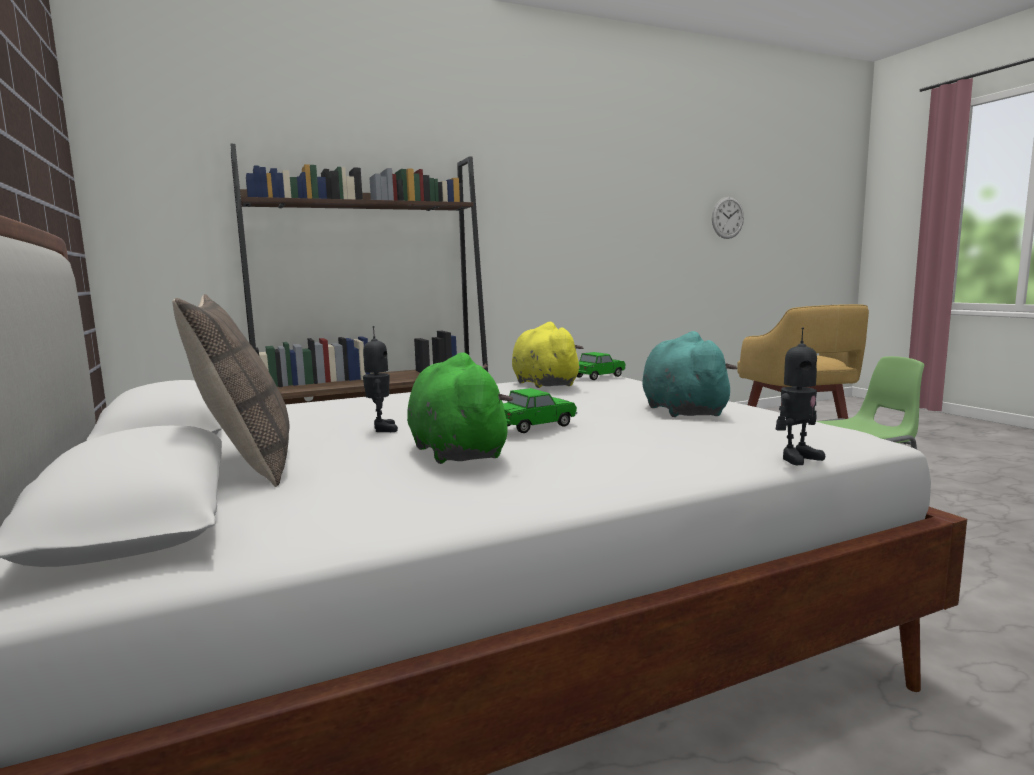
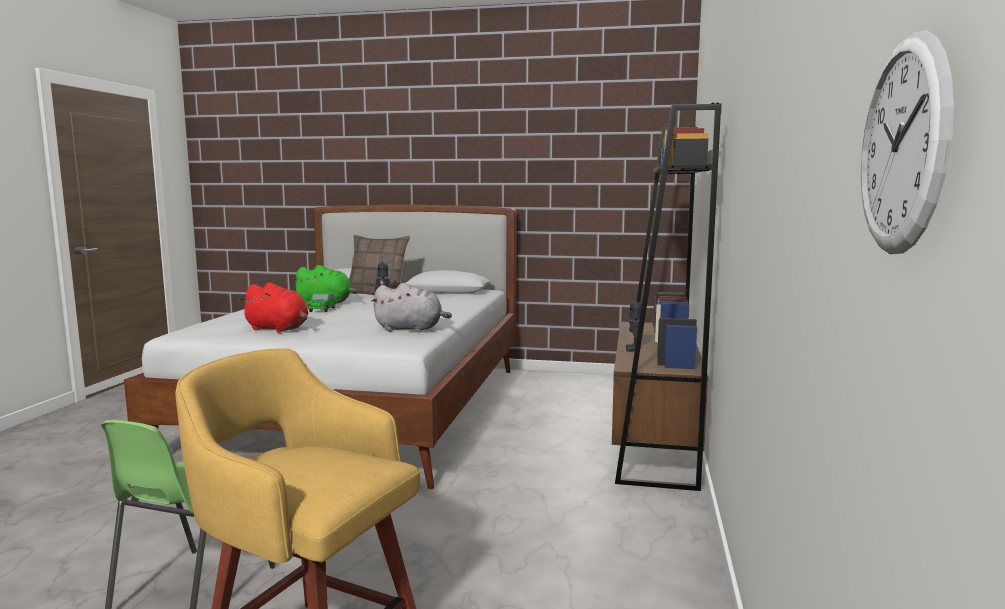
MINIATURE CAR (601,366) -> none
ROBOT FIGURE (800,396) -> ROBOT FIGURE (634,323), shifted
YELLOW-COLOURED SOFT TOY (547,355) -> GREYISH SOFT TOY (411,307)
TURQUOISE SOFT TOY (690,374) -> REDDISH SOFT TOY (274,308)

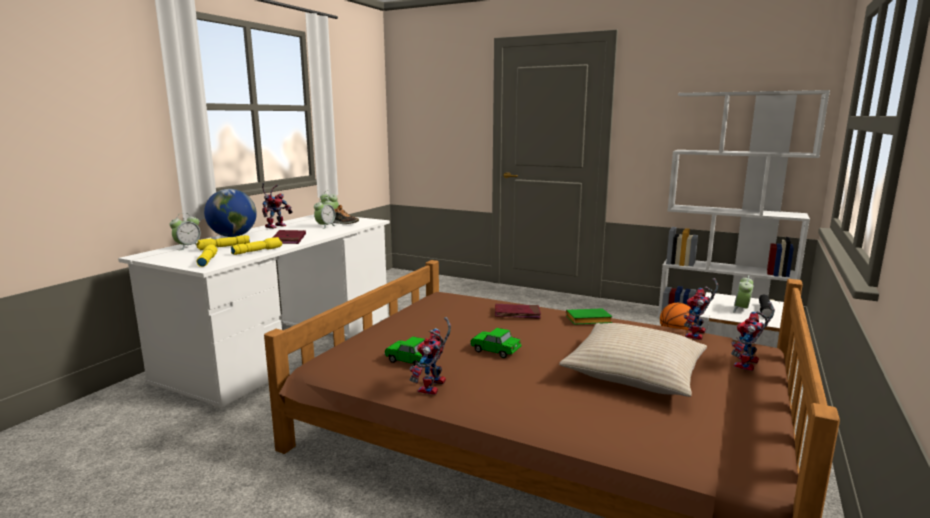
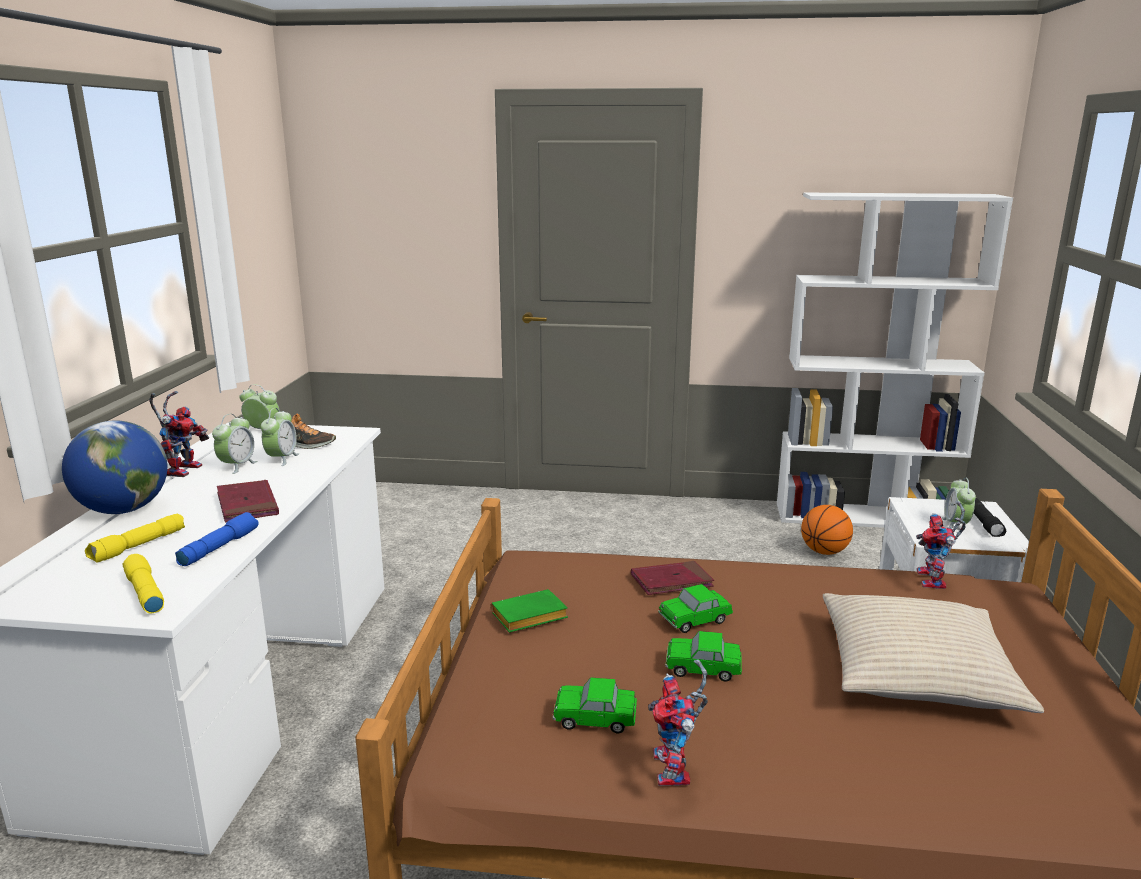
ROBOT FIGURE (753,336) -> none
none -> MINIATURE CAR (695,608)
ALARM CLOCK (185,232) -> ALARM CLOCK (235,444), shifted
GREEN-COLOURED VOLUME (589,316) -> GREEN-COLOURED VOLUME (529,610), shifted
YELLOW-COLOURED FLASHLIGHT (256,246) -> BLUISH FLASHLIGHT (217,539)

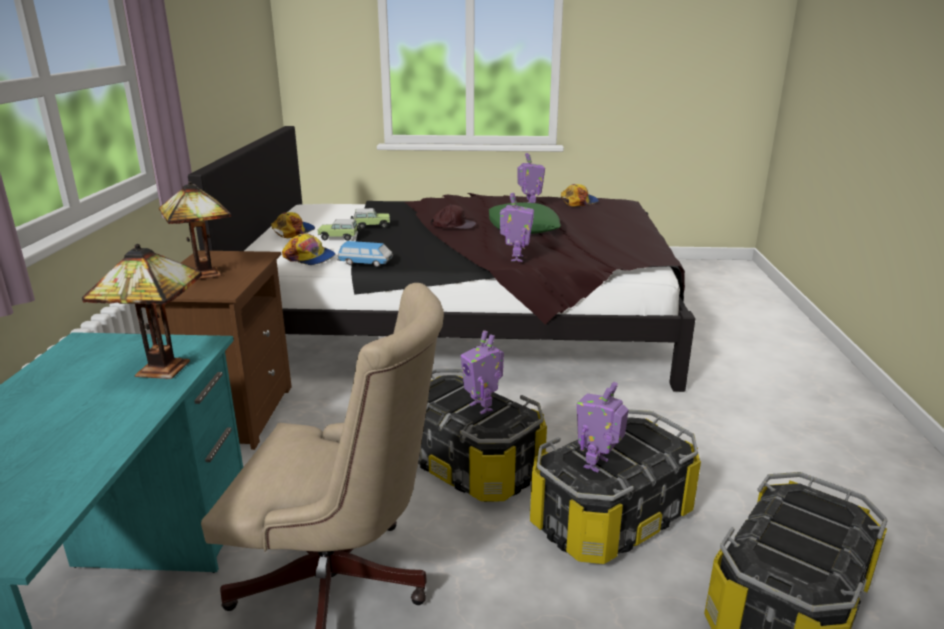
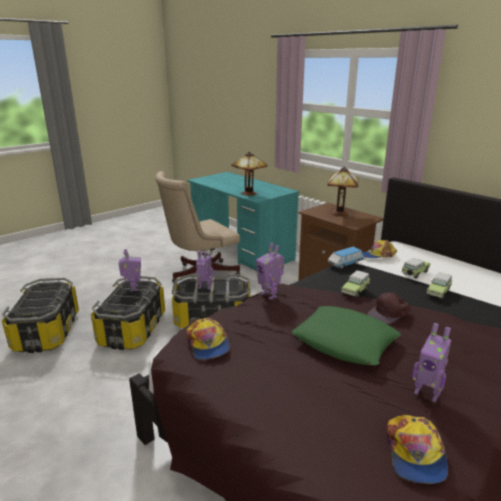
none -> MINIATURE CAR (355,284)
BASEBALL CAP (293,225) -> BASEBALL CAP (208,339), shifted

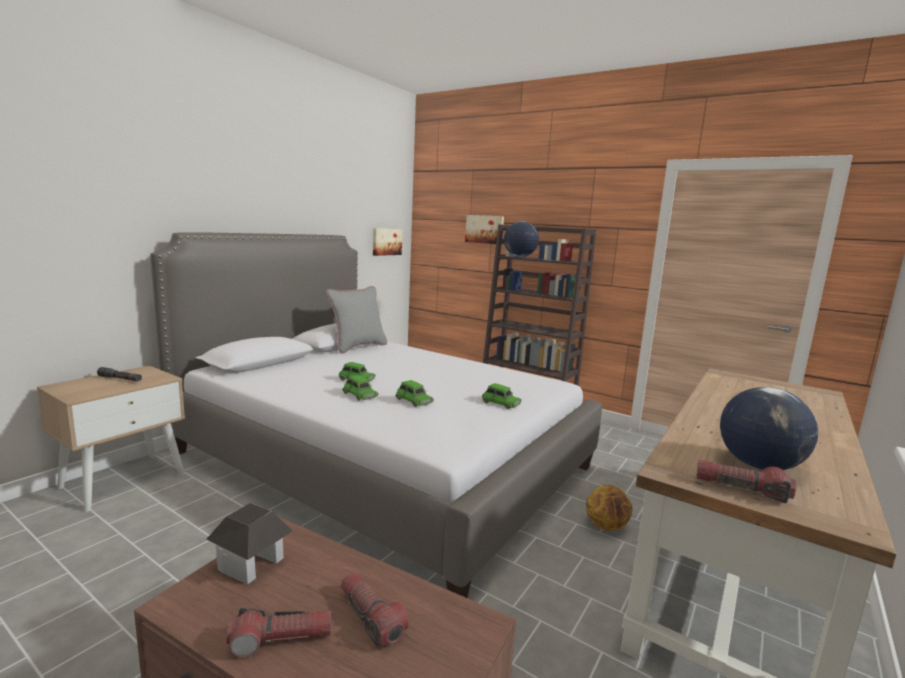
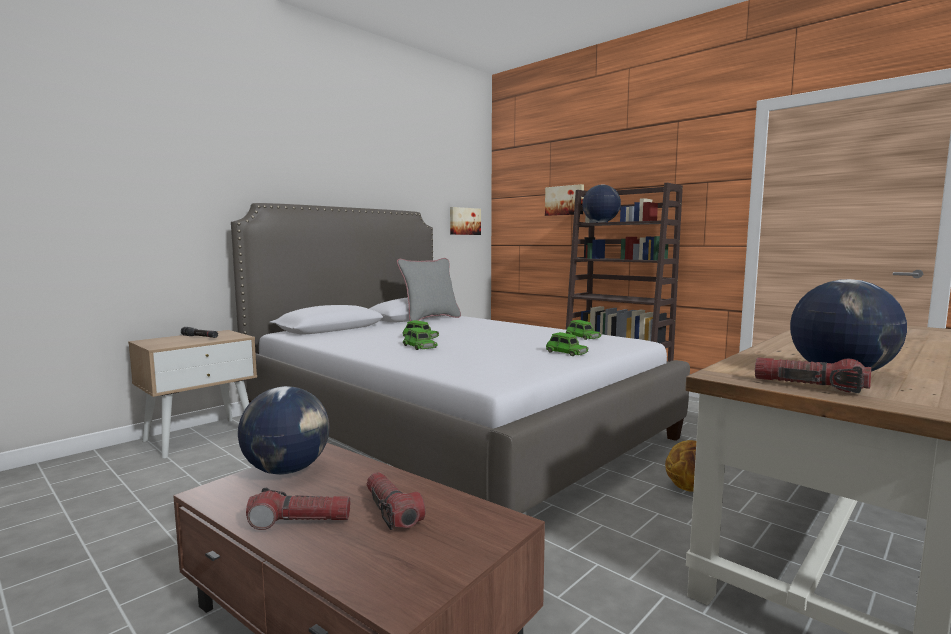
GREEN-COLOURED MINIATURE CAR (415,393) -> GREEN-COLOURED MINIATURE CAR (583,330), shifted
MINIATURE HOUSE (249,543) -> GLOBE (283,430)

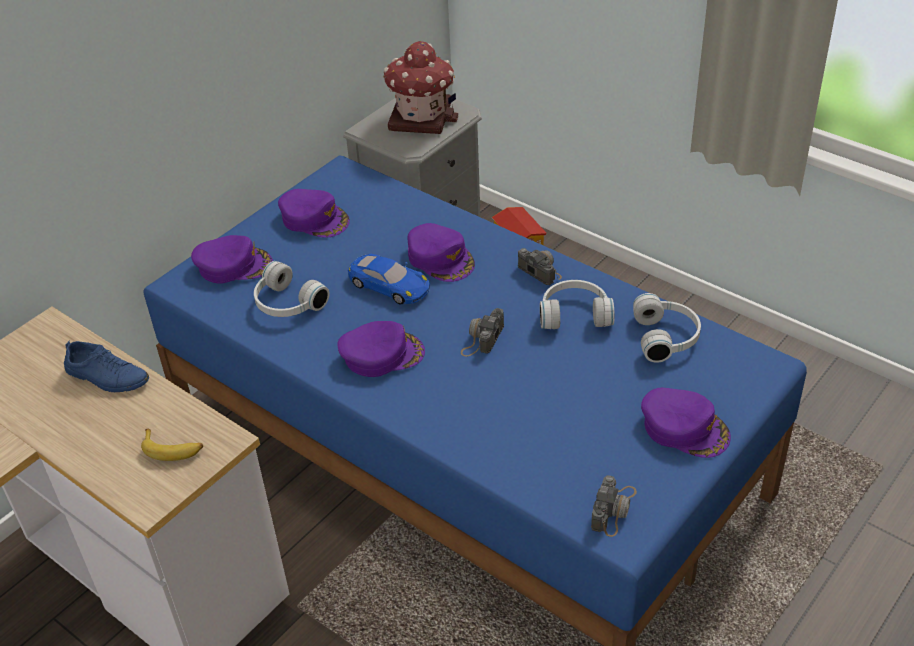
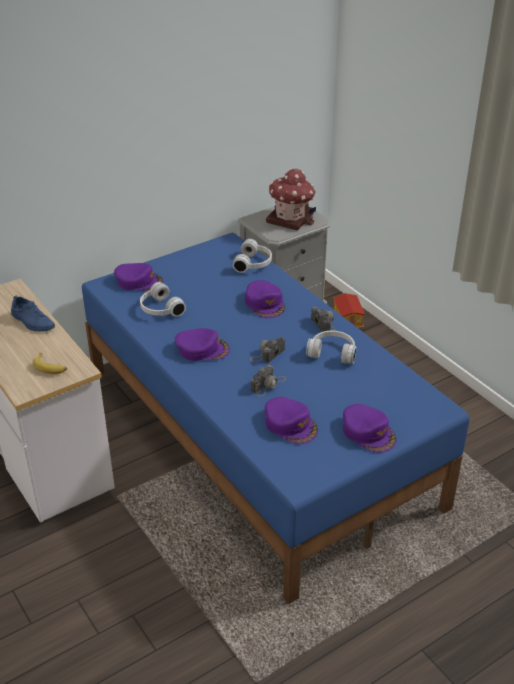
BLUISH MINIATURE CAR (389,279) -> none
PURPLE BASEBALL CAP (314,213) -> PURPLE BASEBALL CAP (291,420), shifted
STILL CAMERA (614,506) -> STILL CAMERA (269,380), shifted
WHITE-COLOURED PAIR OF HEADPHONES (667,328) -> WHITE-COLOURED PAIR OF HEADPHONES (252,256), shifted

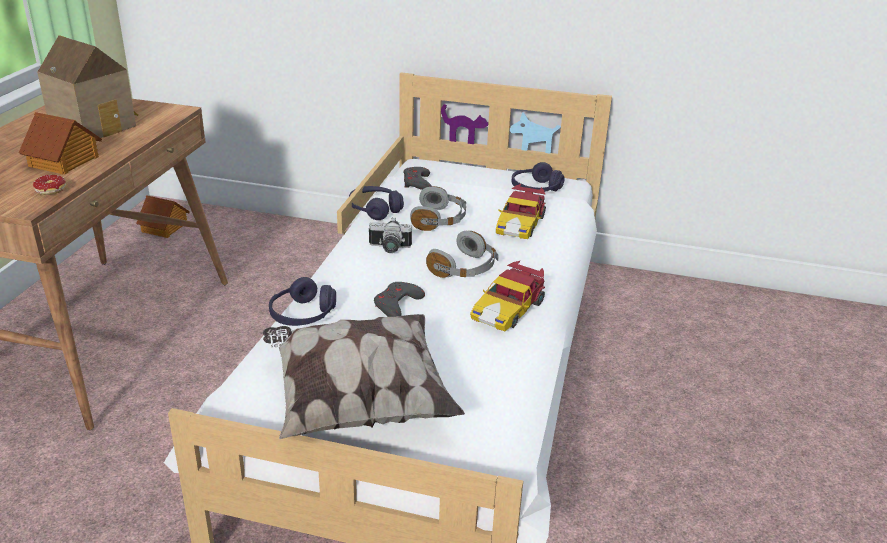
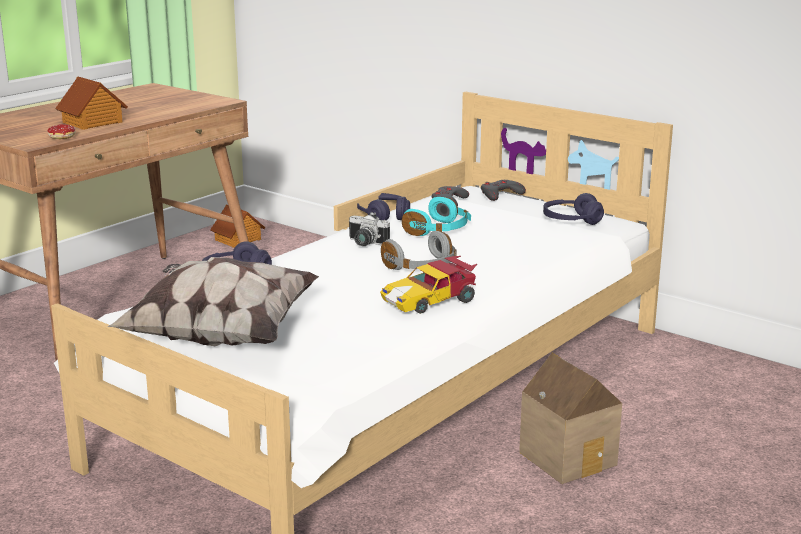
MINIATURE CAR (521,211) -> none
MINIATURE HOUSE (87,86) -> MINIATURE HOUSE (570,418), shifted
GREYISH GAME CONTROLLER (399,299) -> GREYISH GAME CONTROLLER (503,190), shifted
GREYISH PAIR OF HEADPHONES (438,208) -> TURQUOISE PAIR OF HEADPHONES (436,216)

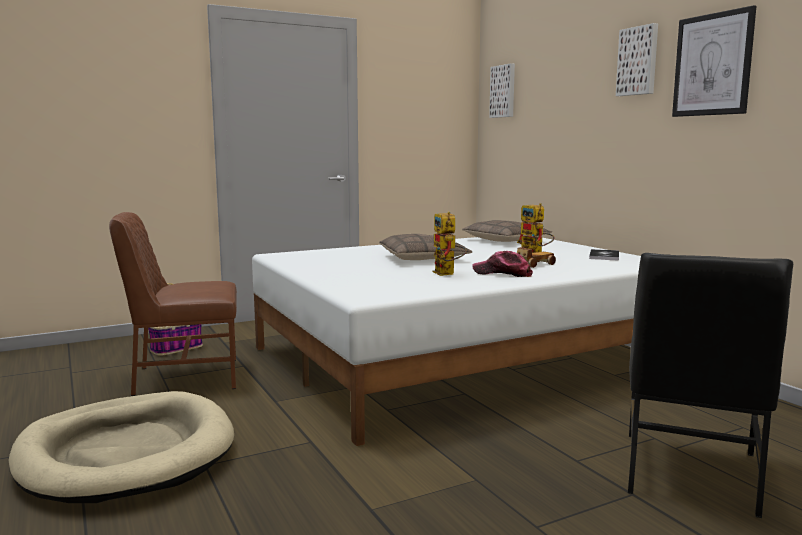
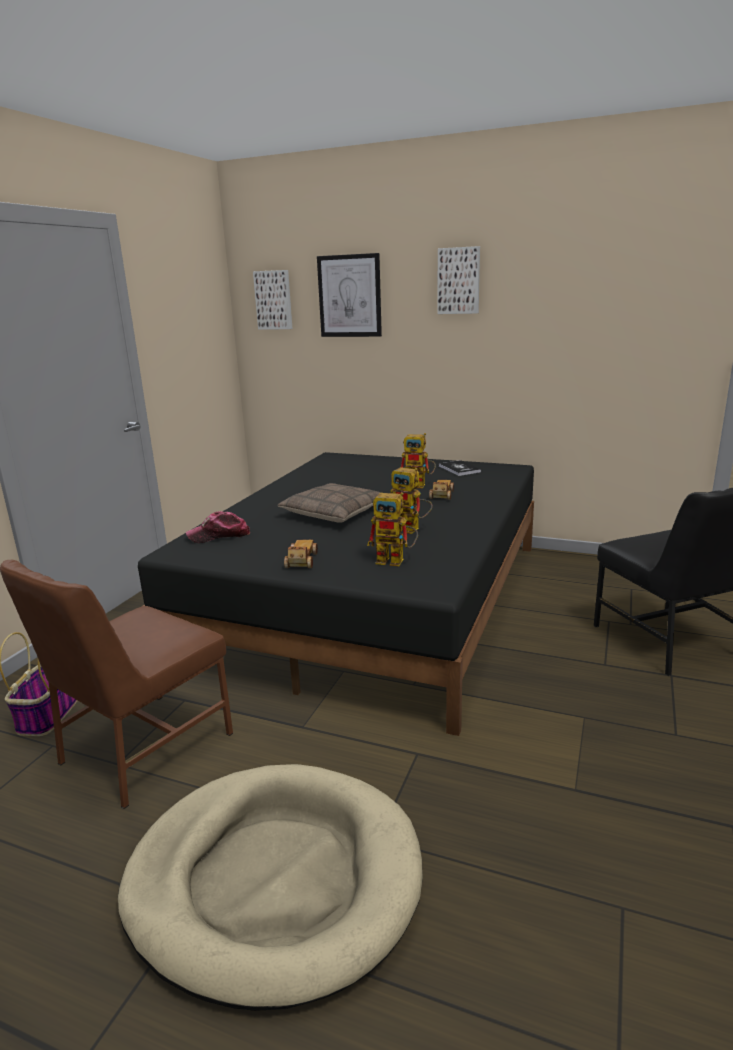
THROW PILLOW (507,231) -> none
none -> MINIATURE CAR (301,554)
none -> ROBOT FIGURE (392,529)
BASEBALL CAP (502,264) -> BASEBALL CAP (218,527), shifted
WALL ART (714,61) -> WALL ART (349,295), shifted
WHITE-COLOURED SLEEPING BED (446,341) -> BLACK SLEEPING BED (336,594)

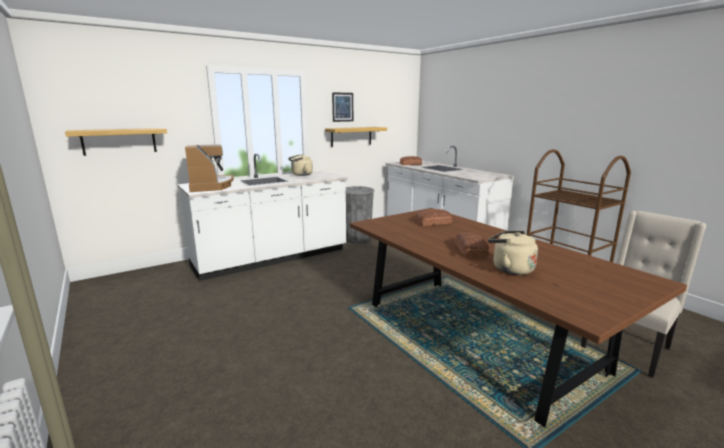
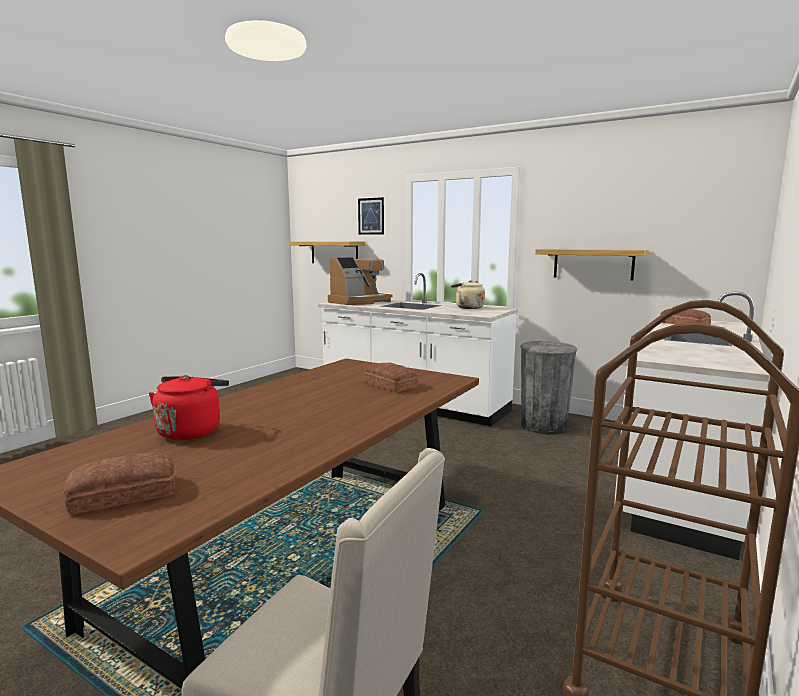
WALL ART (342,107) -> WALL ART (371,216), shifted
BREAD (472,244) -> BREAD (119,484), shifted
BEIGE TEA KETTLE (513,253) -> REDDISH TEA KETTLE (189,407)

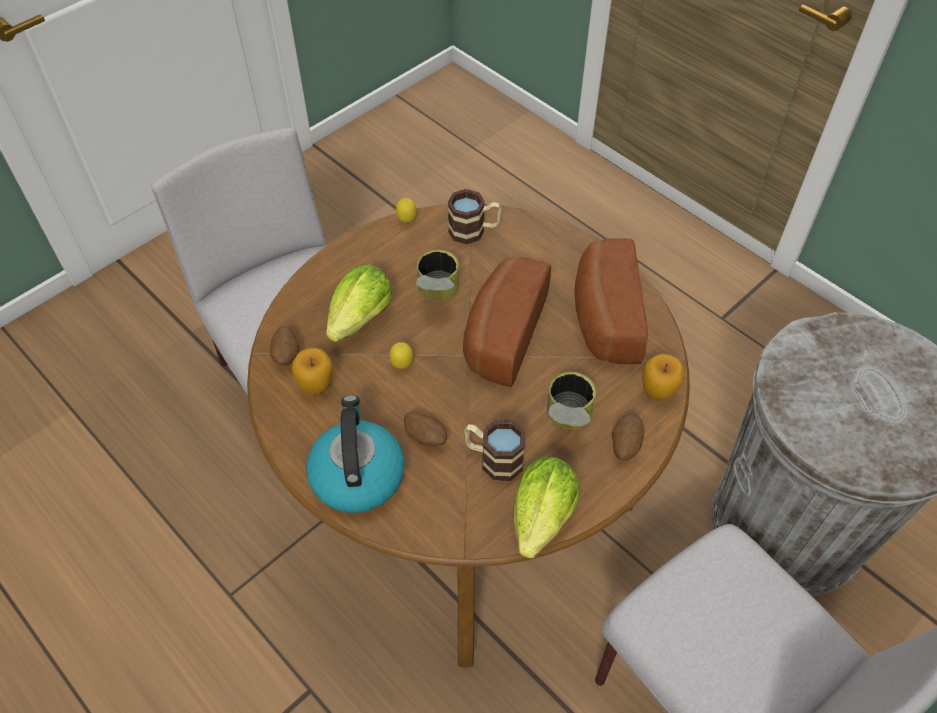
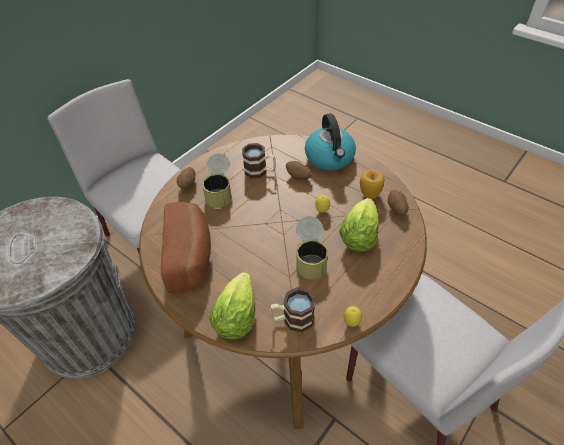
BREAD (507,322) -> none
WHOLE APPLE (663,377) -> none
HEAD OF LETTUCE (547,507) -> HEAD OF LETTUCE (232,305), shifted

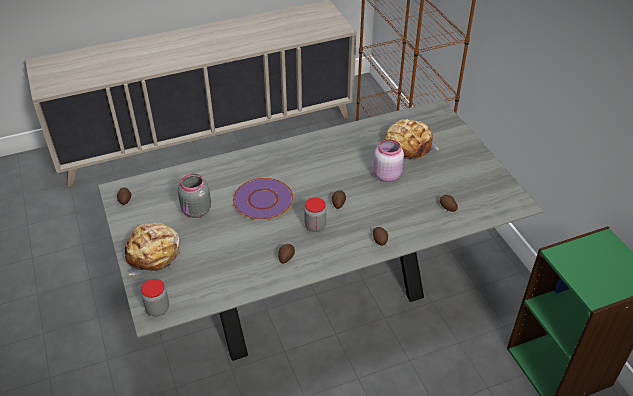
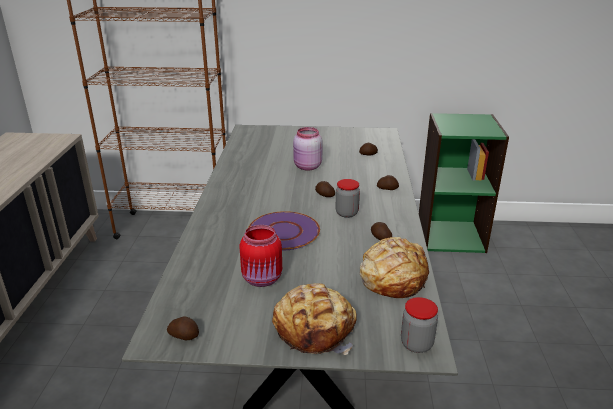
BREAD (412,139) -> BREAD (394,267), shifted
GREYISH JAR (194,195) -> REDDISH JAR (260,256)

